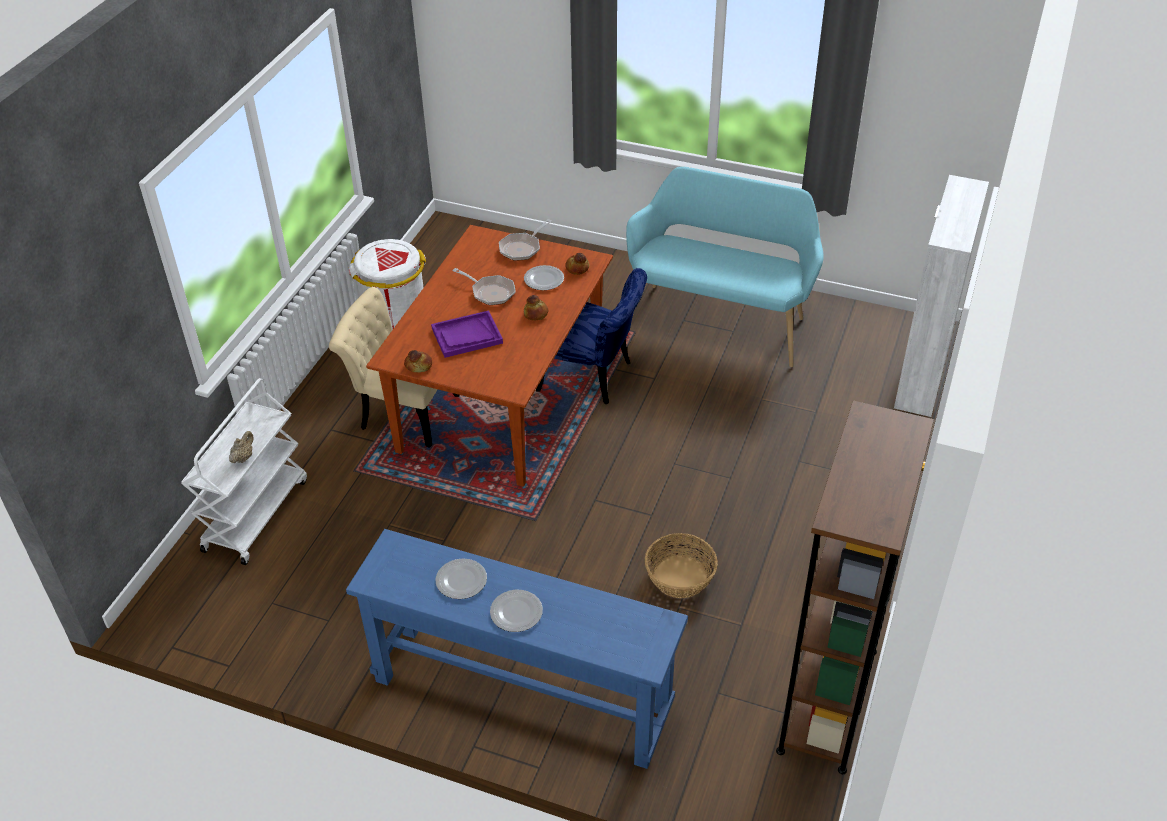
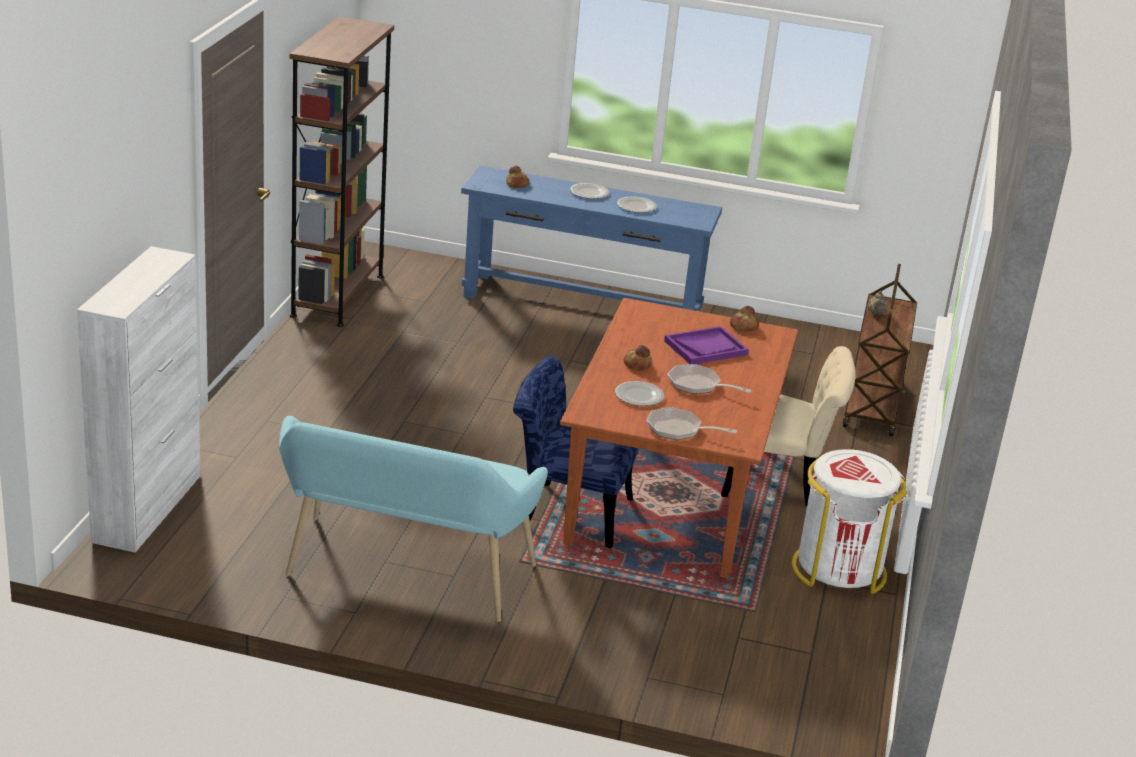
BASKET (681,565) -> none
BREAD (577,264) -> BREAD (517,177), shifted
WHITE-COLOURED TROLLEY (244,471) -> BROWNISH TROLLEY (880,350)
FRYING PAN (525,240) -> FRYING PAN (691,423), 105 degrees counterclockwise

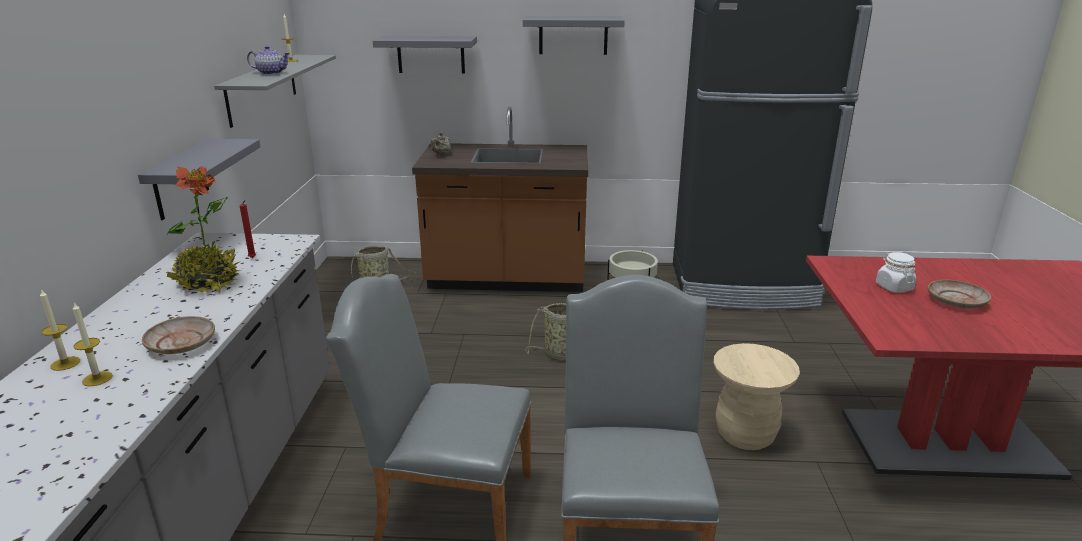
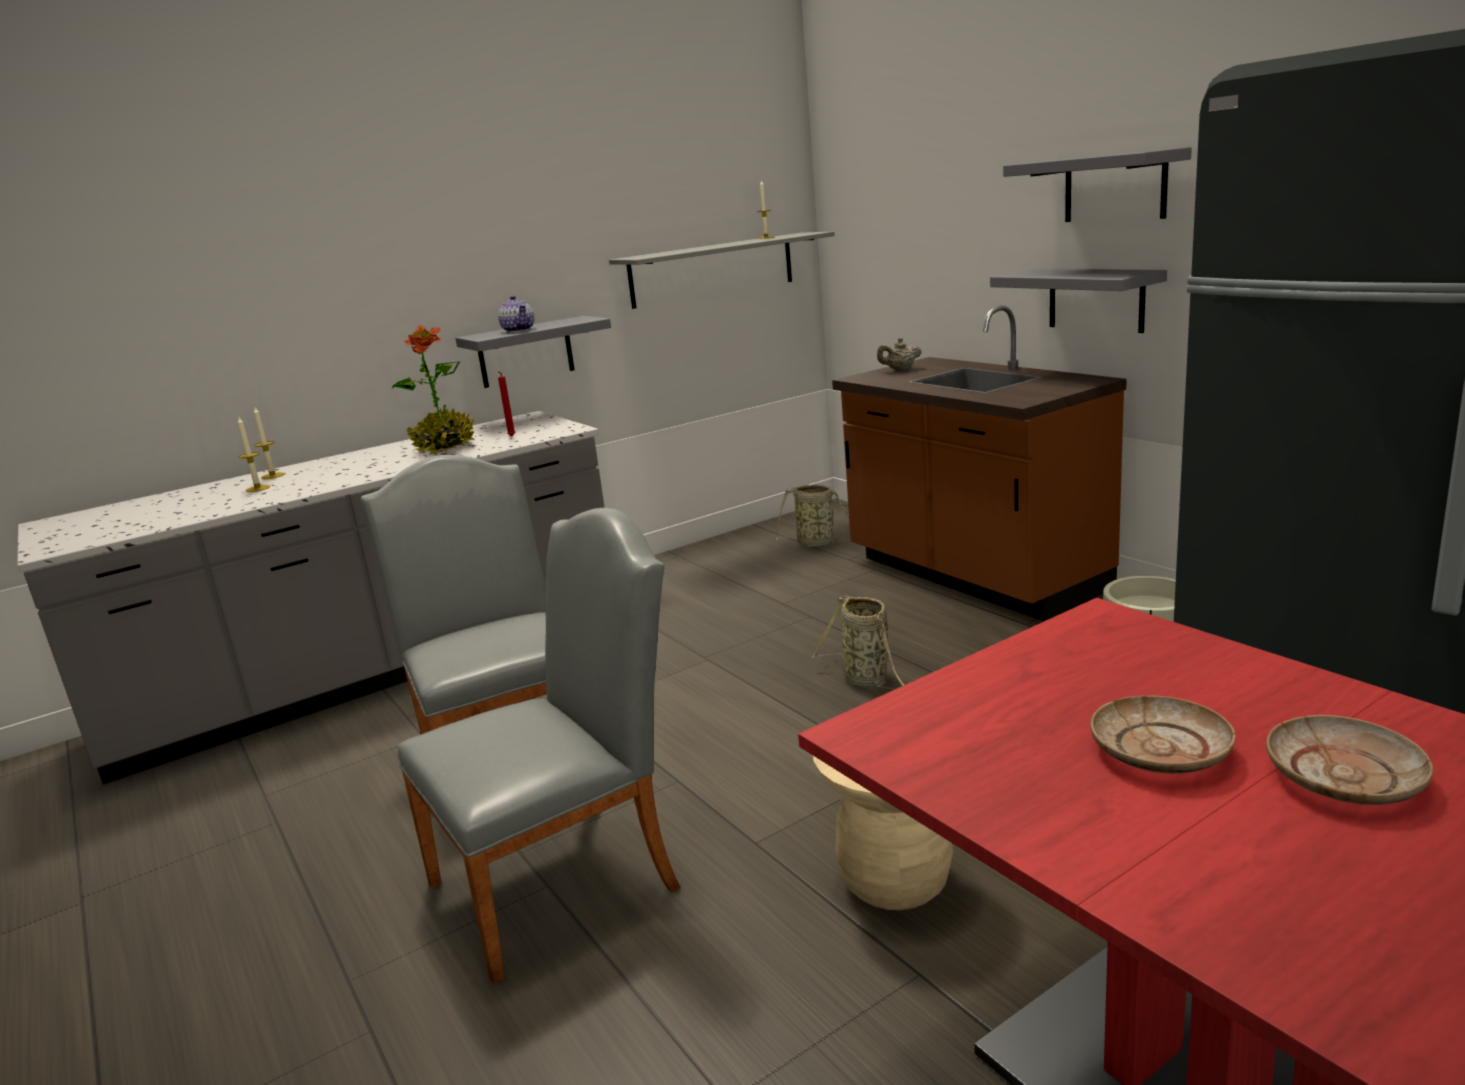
WHITE-COLOURED JAR (896,272) -> none
BEIGE DINNER PLATE (178,335) -> BEIGE DINNER PLATE (1349,760), shifted
TEAPOT (268,60) -> TEAPOT (516,314), shifted
GREYISH BRACKET SHELF (425,54) -> GREYISH BRACKET SHELF (1078,300), shifted

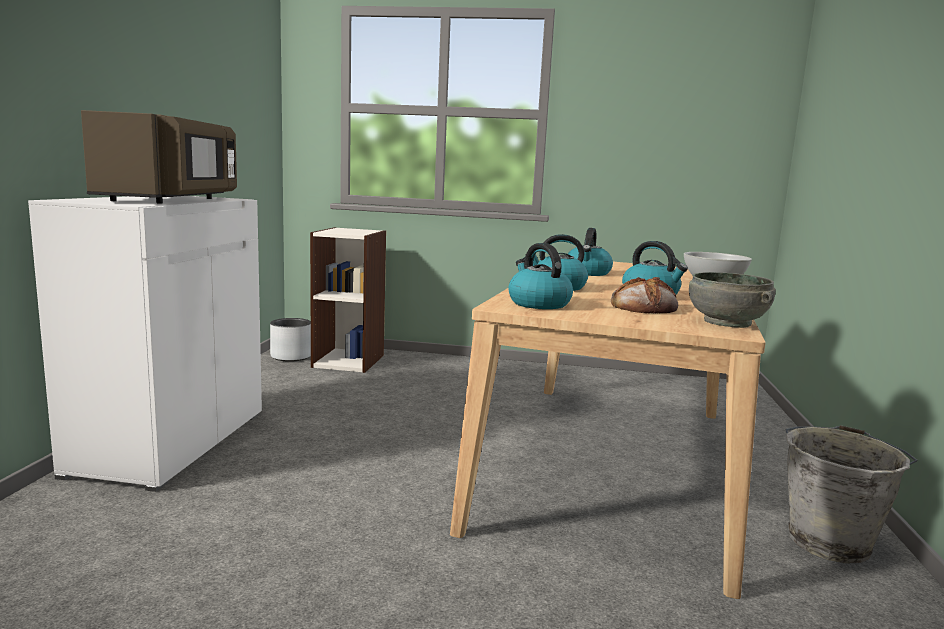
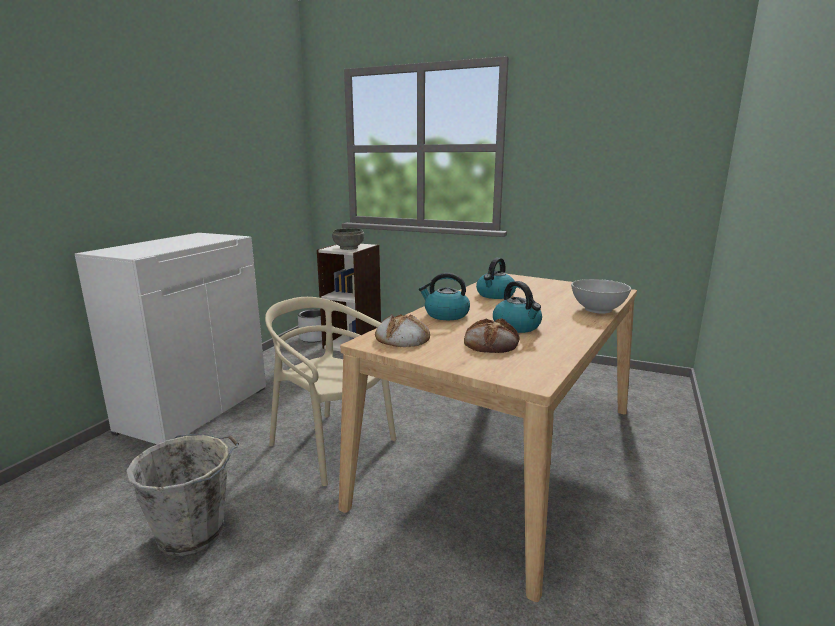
BROWNISH MICROWAVE (159,157) -> none
none -> BEIGE PLAIN CHAIR (331,391)
GREYISH SERVING BOWL (732,300) -> GREYISH SERVING BOWL (348,239), shifted
GREYISH BUCKET (851,494) -> GREYISH BUCKET (182,495), shifted
TEA KETTLE (540,276) -> BREAD (402,330)

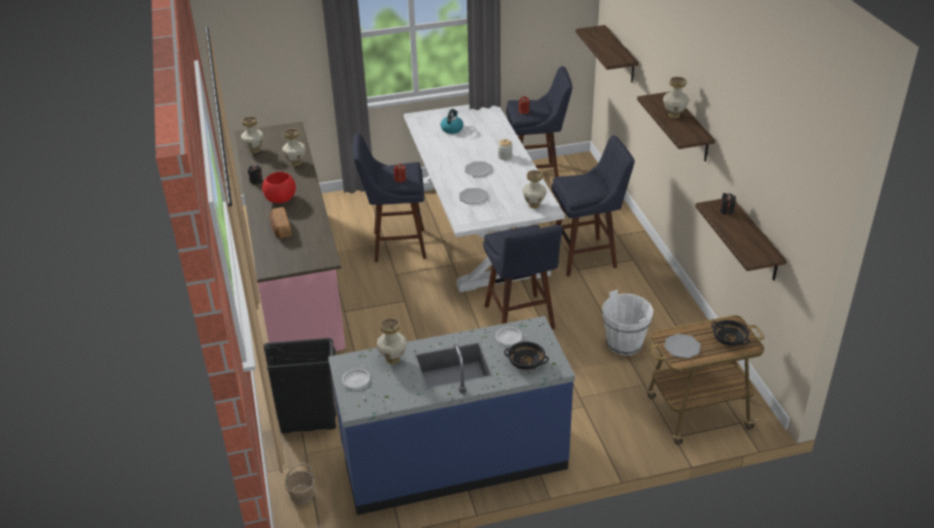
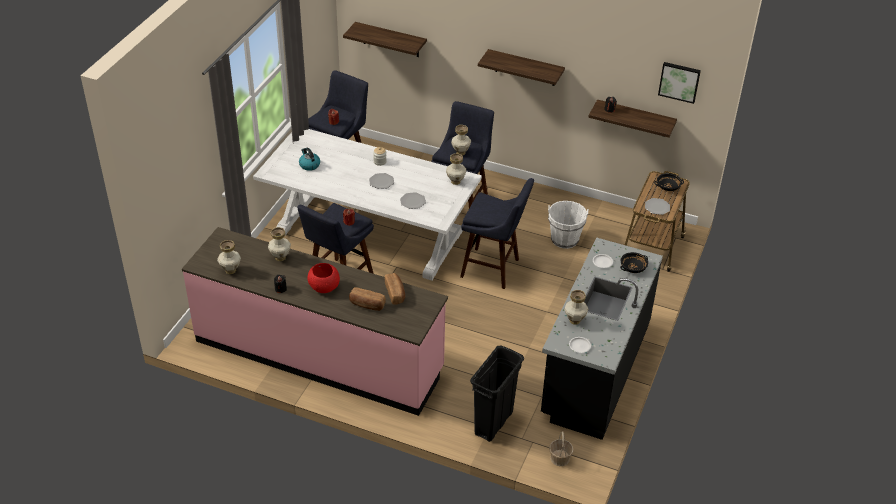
none -> BREAD (395,289)
none -> WALL ART (679,83)
FLOWER VASE (676,97) -> FLOWER VASE (461,140), shifted
BLUISH KITCHEN COUNTER (451,415) -> BLACK KITCHEN COUNTER (602,338)

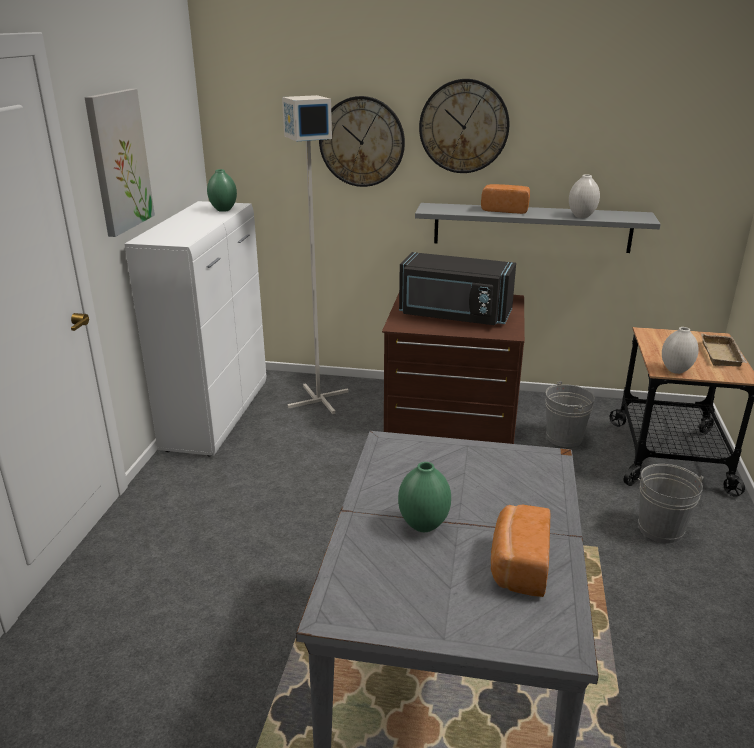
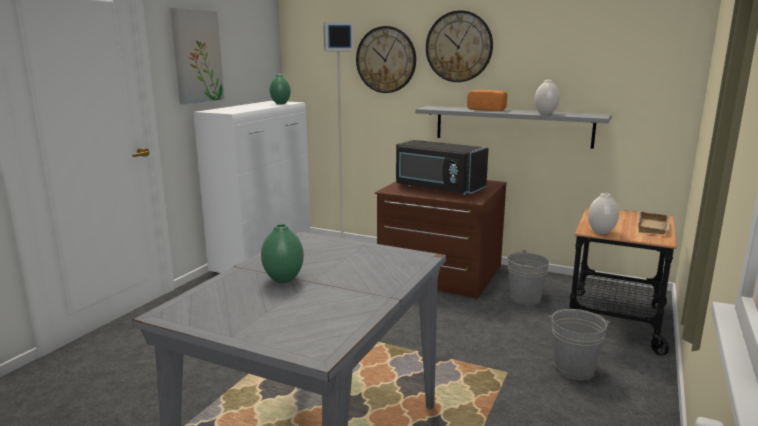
BREAD (520,551) -> none

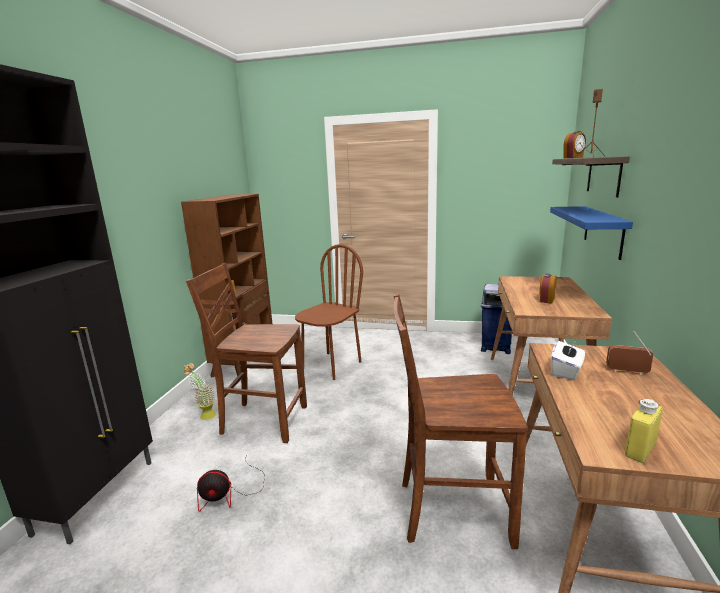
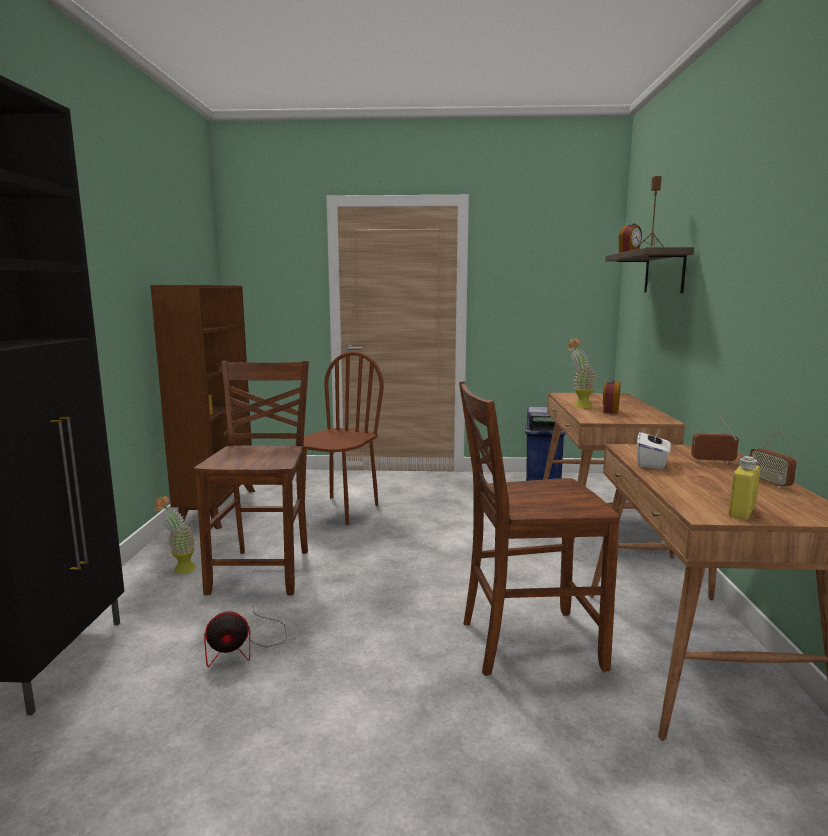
BLUISH BRACKET SHELF (591,233) -> none
none -> PLANT IN A POT (582,373)
none -> RADIO SET (773,459)
BROWNISH PLAIN CHAIR (246,353) -> BROWNISH PLAIN CHAIR (251,478), 90 degrees clockwise

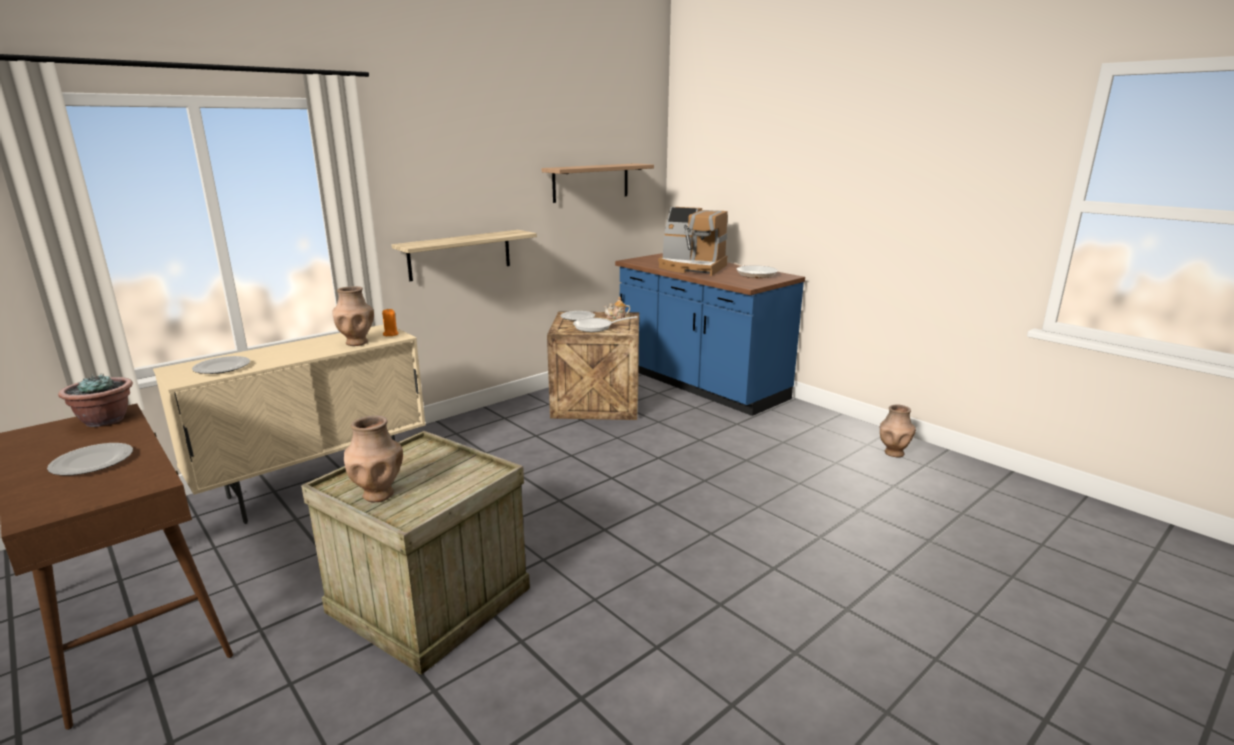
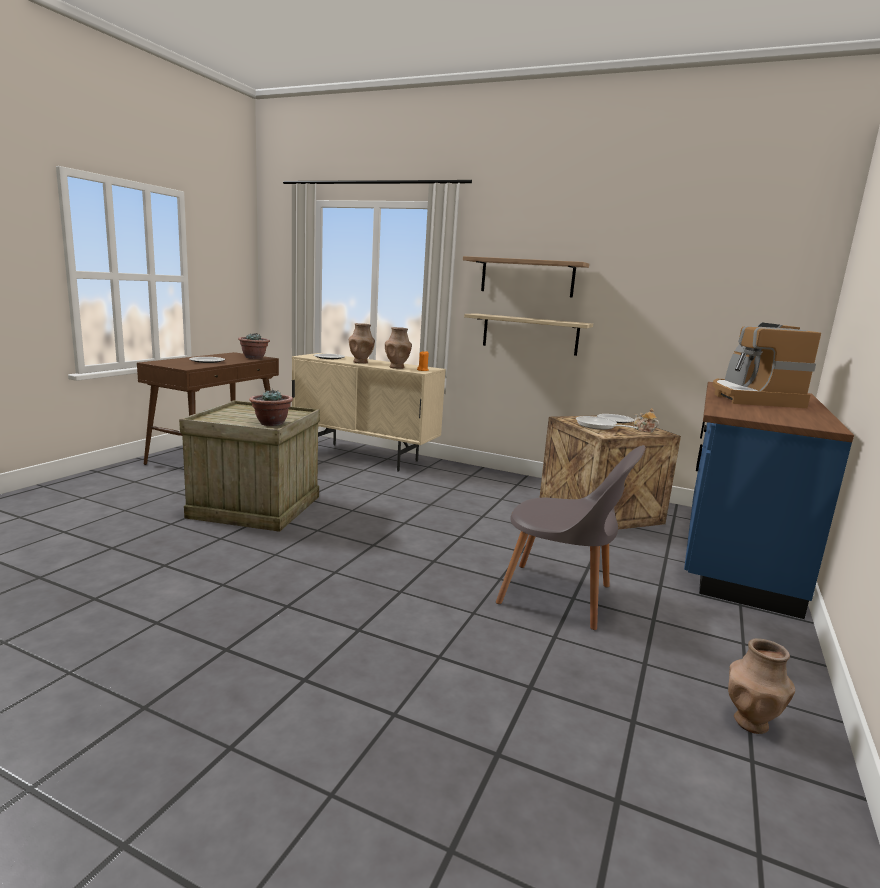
FRYING PAN (756,270) -> none
none -> PLANT IN A POT (271,407)
none -> GREYISH PLAIN CHAIR (571,537)
BROWNISH FLOWER VASE (373,459) -> BROWNISH FLOWER VASE (362,343), shifted
BRACKET SHELF (598,183) -> BRACKET SHELF (526,277), shifted

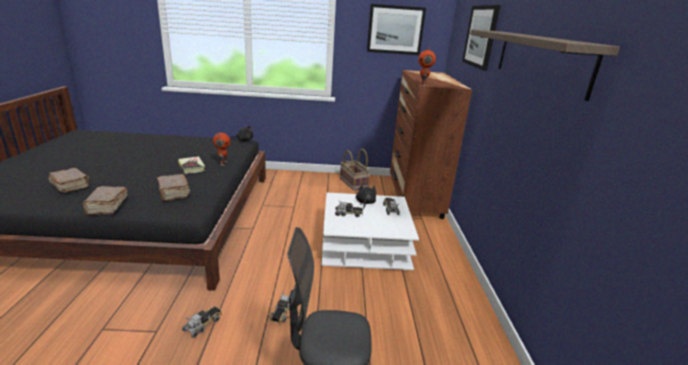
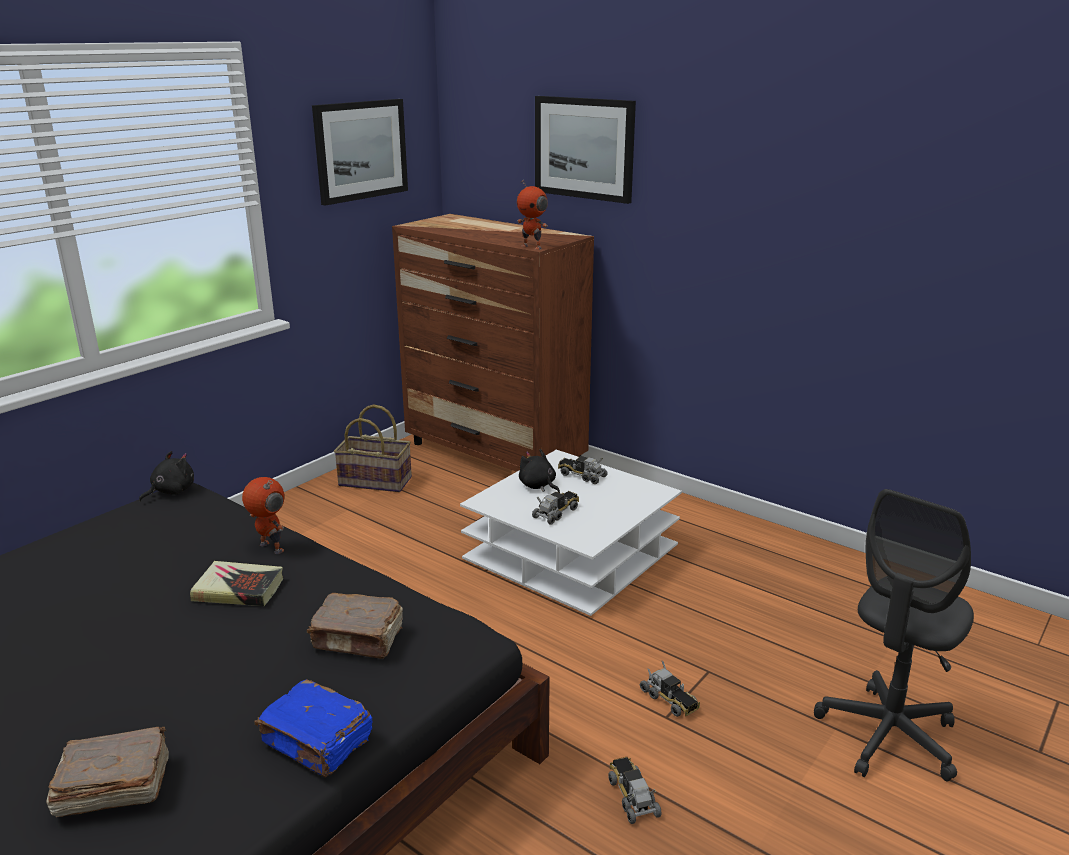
BRACKET SHELF (545,65) -> none
BROWNISH VOLUME (105,200) -> BLUISH VOLUME (313,728)

